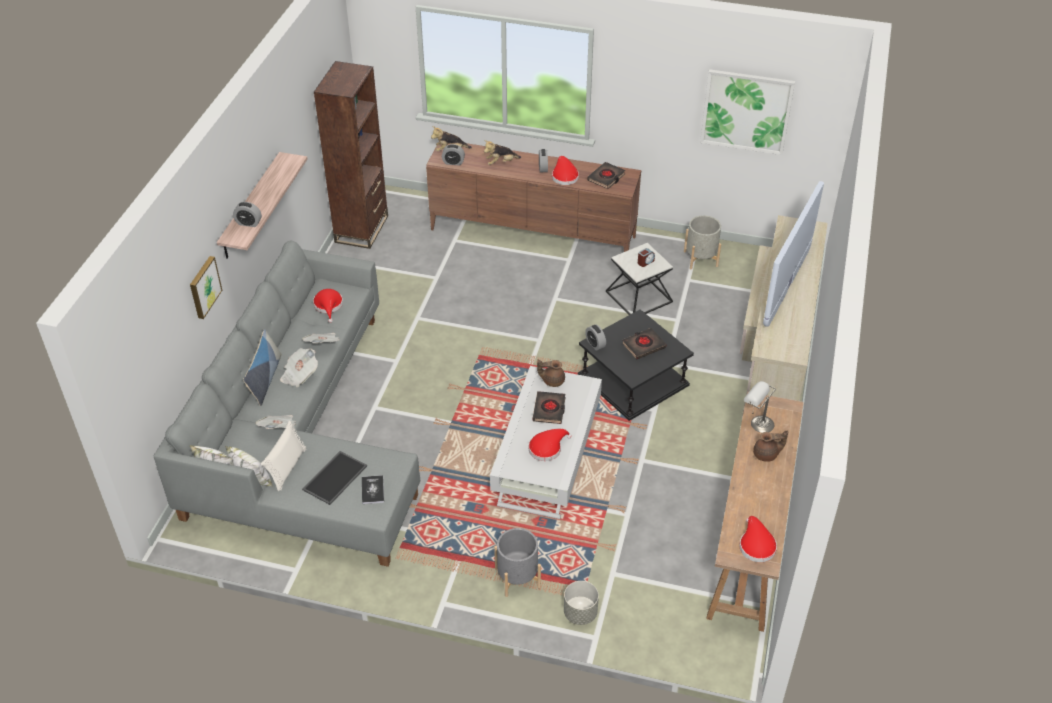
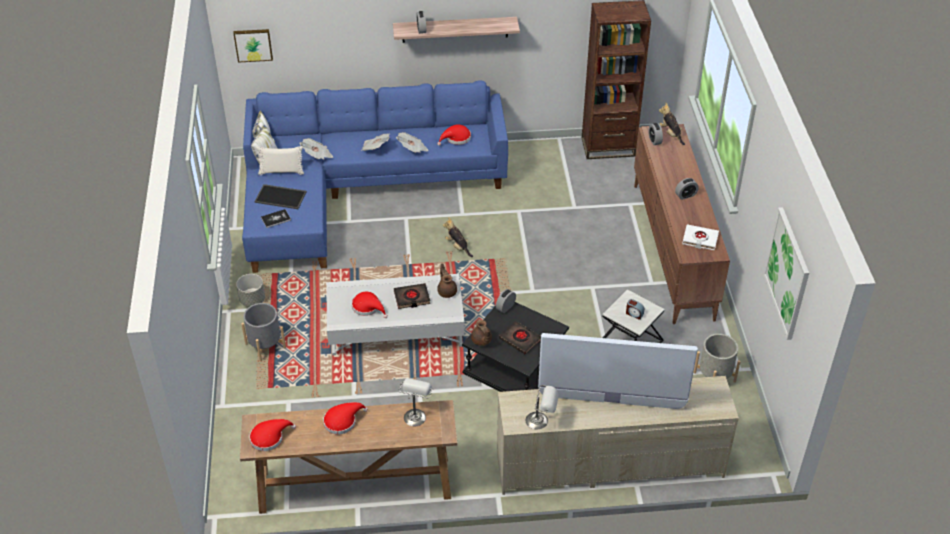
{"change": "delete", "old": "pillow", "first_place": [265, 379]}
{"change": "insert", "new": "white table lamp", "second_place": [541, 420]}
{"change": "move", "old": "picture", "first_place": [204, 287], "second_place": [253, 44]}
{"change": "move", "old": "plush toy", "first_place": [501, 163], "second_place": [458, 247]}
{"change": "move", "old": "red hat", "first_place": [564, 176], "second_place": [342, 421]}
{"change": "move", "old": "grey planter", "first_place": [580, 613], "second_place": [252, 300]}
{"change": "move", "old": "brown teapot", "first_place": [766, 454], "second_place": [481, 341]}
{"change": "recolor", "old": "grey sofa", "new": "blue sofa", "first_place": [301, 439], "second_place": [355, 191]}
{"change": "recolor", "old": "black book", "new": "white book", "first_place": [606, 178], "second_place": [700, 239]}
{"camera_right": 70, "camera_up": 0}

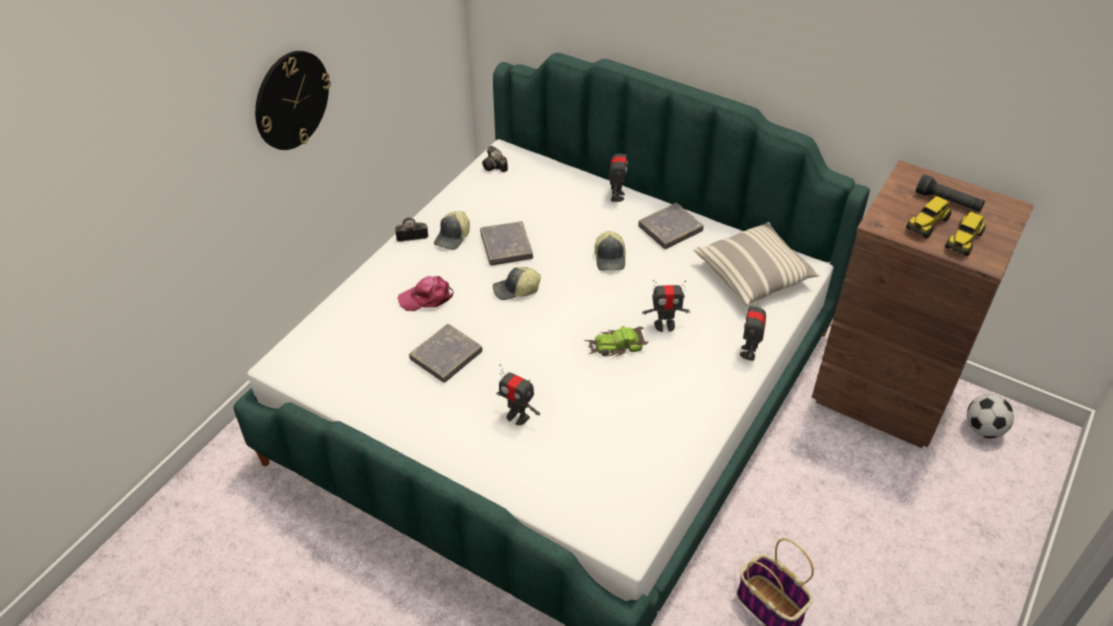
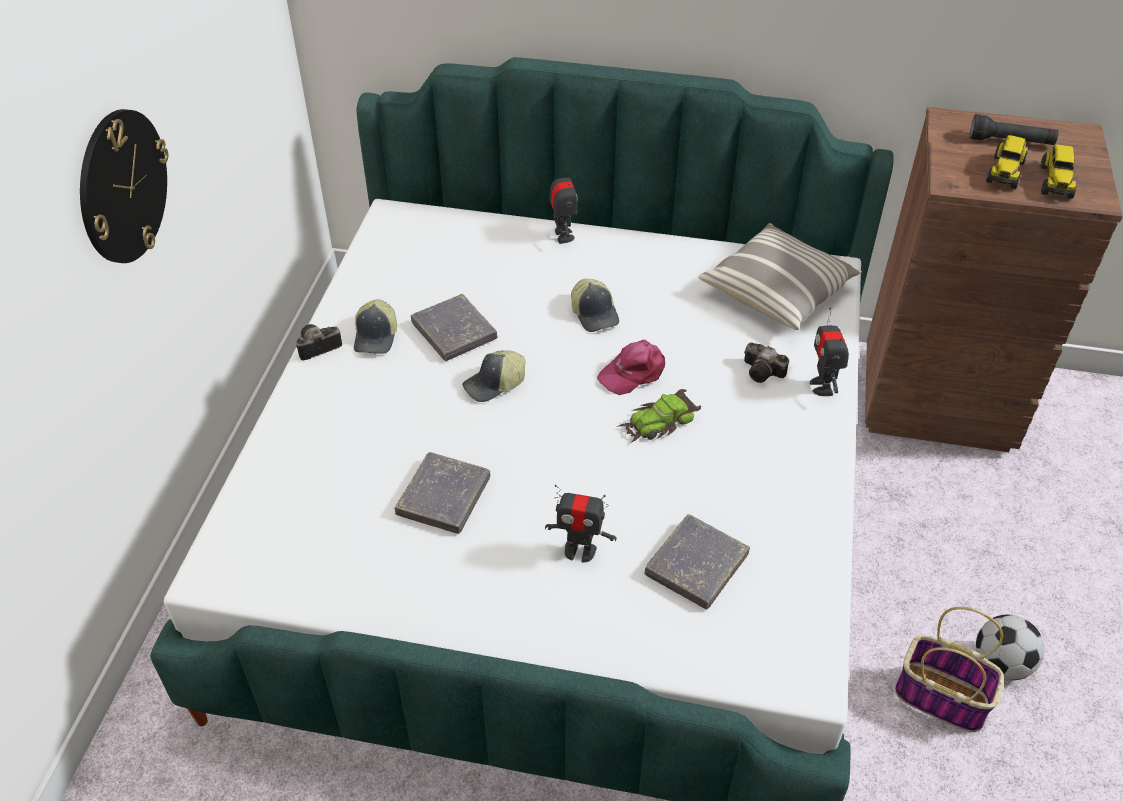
{"change": "delete", "old": "toy robot", "first_place": [664, 325]}
{"change": "move", "old": "pink cap", "first_place": [427, 298], "second_place": [633, 372]}
{"change": "move", "old": "photo camera", "first_place": [495, 166], "second_place": [764, 372]}
{"change": "move", "old": "grey book", "first_place": [670, 229], "second_place": [696, 565]}
{"change": "move", "old": "football", "first_place": [983, 429], "second_place": [1001, 664]}
{"camera_right": -20, "camera_up": 0}

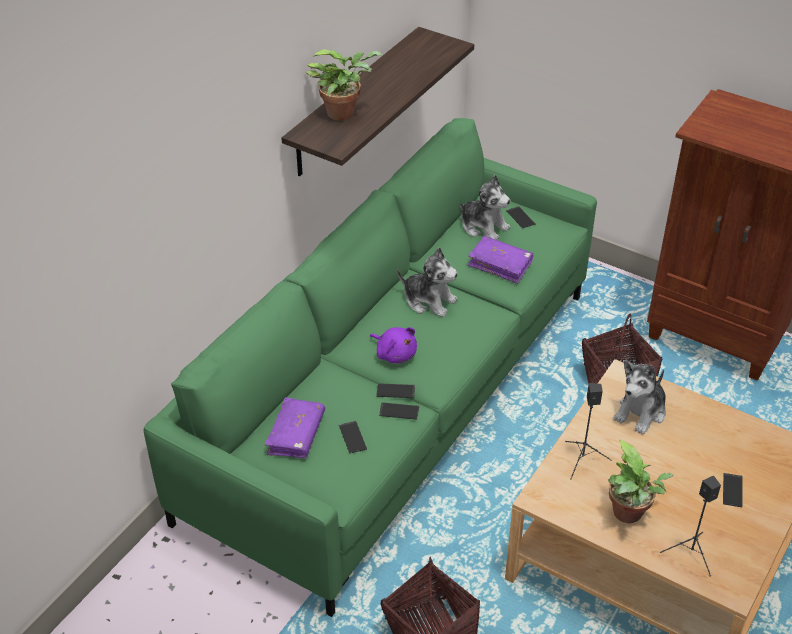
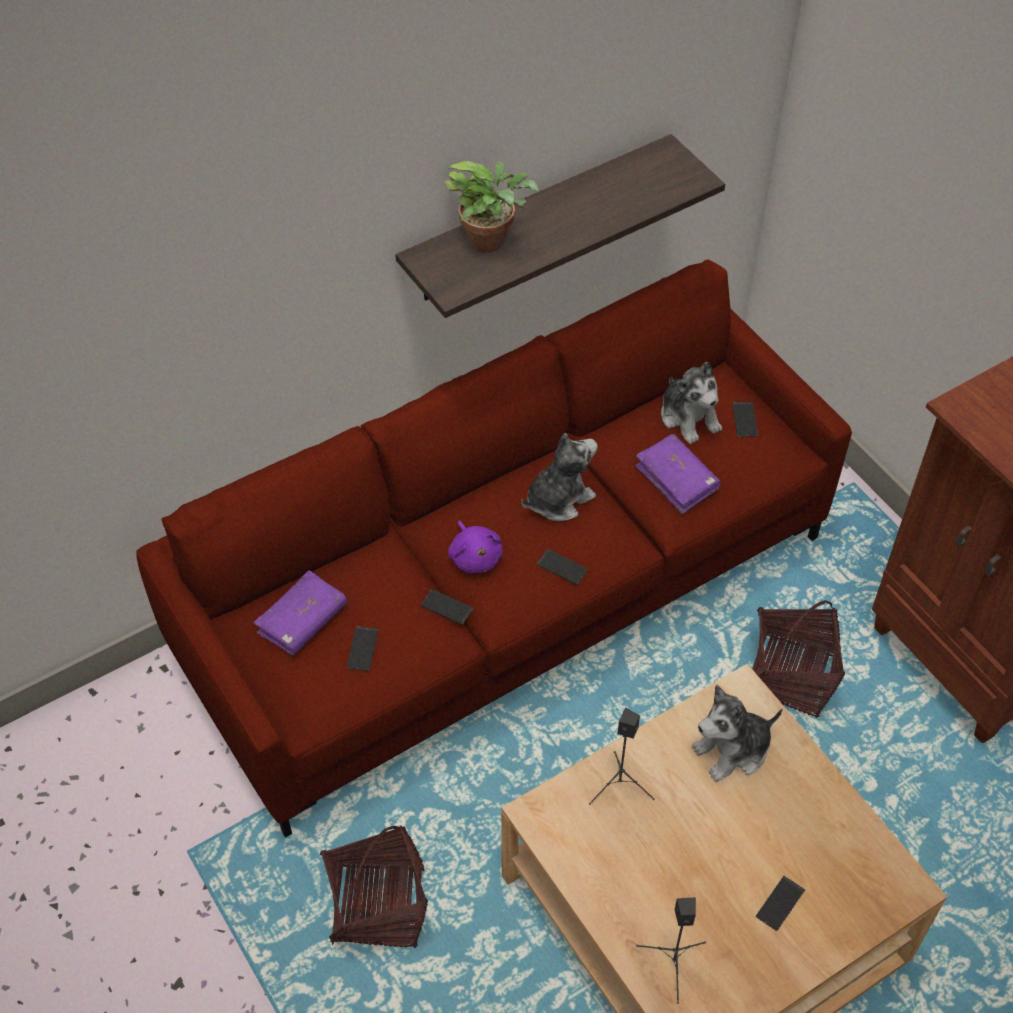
{"change": "delete", "old": "potted plant", "first_place": [629, 515]}
{"change": "move", "old": "phone", "first_place": [399, 411], "second_place": [562, 567]}
{"change": "recolor", "old": "green sofa", "new": "red sofa", "first_place": [395, 402], "second_place": [506, 596]}
{"change": "rotate", "old": "plush toy", "first_place": [429, 301], "second_place": [558, 499], "degrees": -90}
{"camera_right": 25, "camera_up": 10}

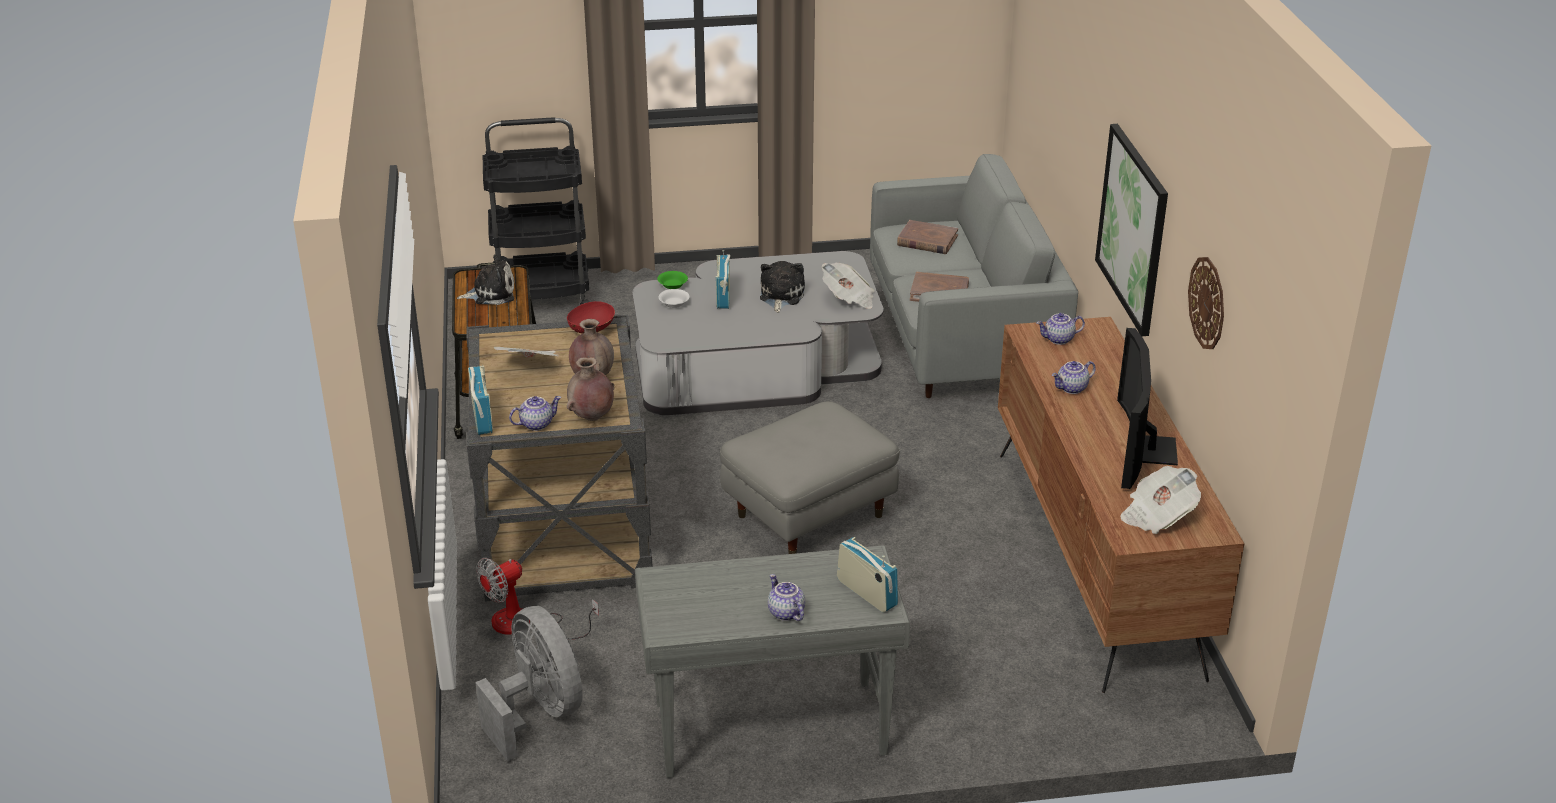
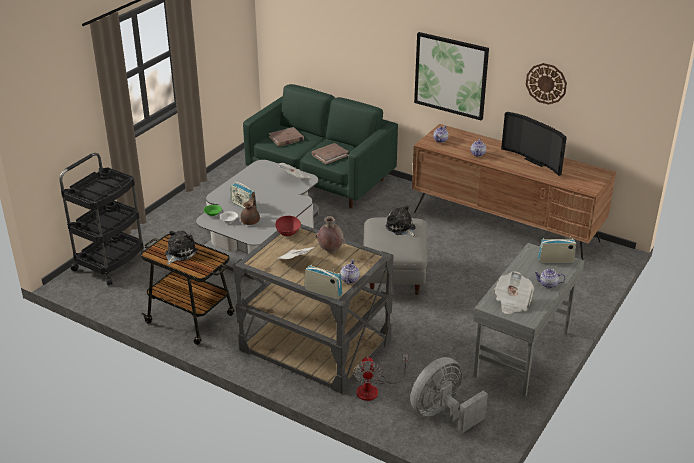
{"change": "delete", "old": "brown vase", "first_place": [591, 417]}
{"change": "insert", "new": "brown teapot", "second_place": [251, 221]}
{"change": "move", "old": "plush toy", "first_place": [780, 296], "second_place": [401, 228]}
{"change": "move", "old": "newspaper", "first_place": [1157, 516], "second_place": [512, 302]}
{"change": "recolor", "old": "grey sofa", "new": "green sofa", "first_place": [961, 337], "second_place": [320, 179]}
{"change": "rotate", "old": "grey fan", "first_place": [539, 712], "second_place": [442, 413], "degrees": -45}
{"camera_right": -50, "camera_up": 0}

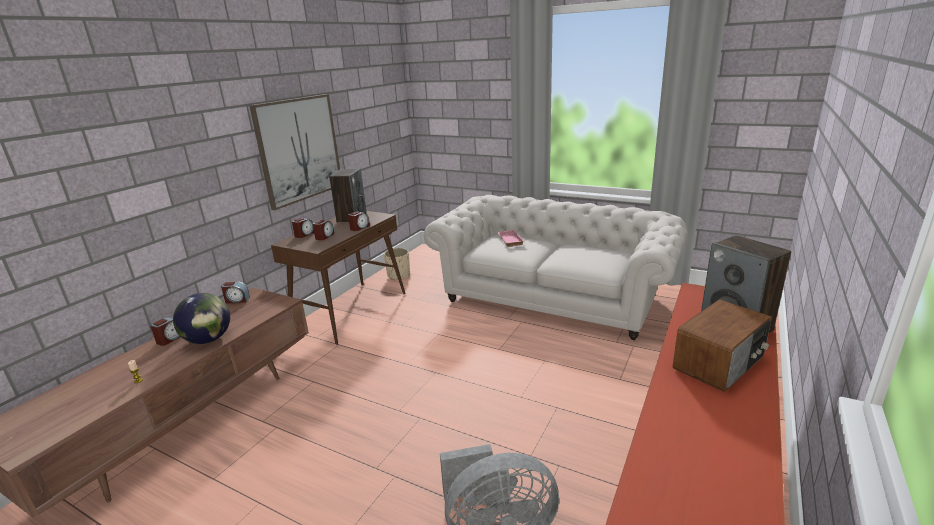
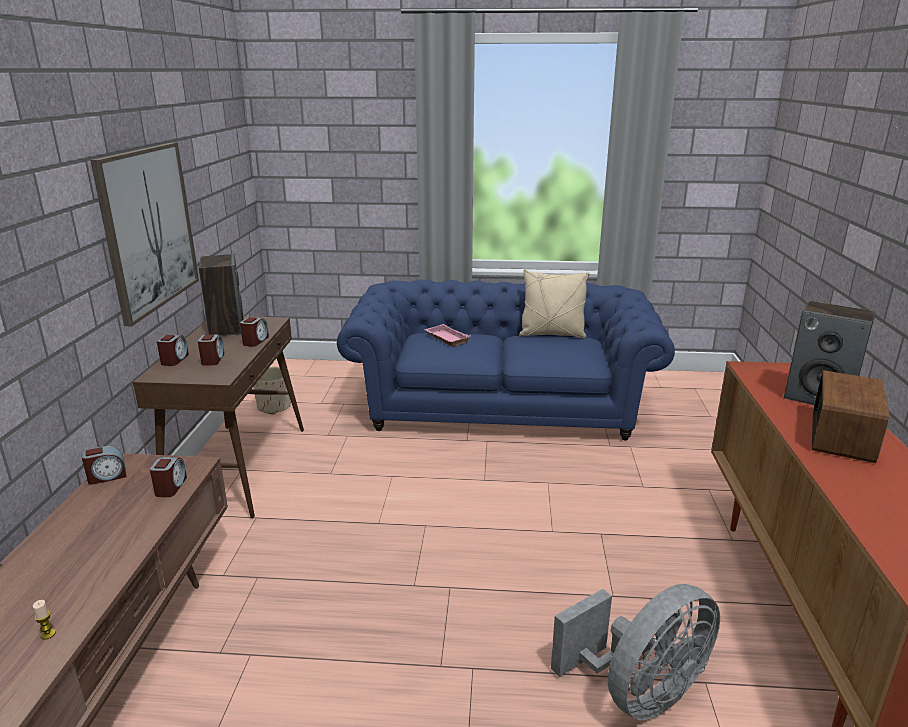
{"change": "delete", "old": "globe", "first_place": [208, 340]}
{"change": "insert", "new": "beige pillow", "second_place": [552, 334]}
{"change": "move", "old": "alarm clock", "first_place": [170, 338], "second_place": [170, 487]}
{"change": "recolor", "old": "white sofa", "new": "blue sofa", "first_place": [553, 296], "second_place": [501, 403]}
{"camera_right": -25, "camera_up": 0}

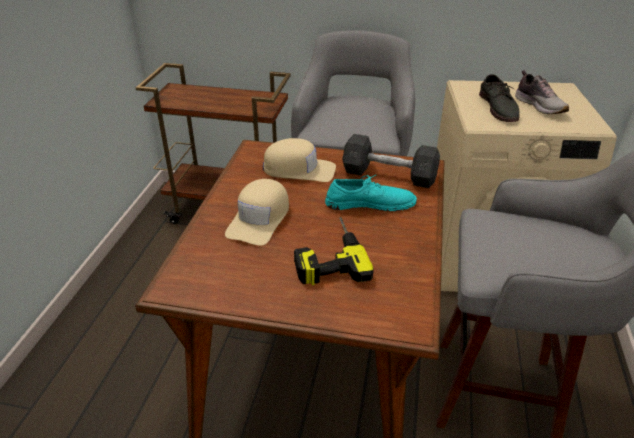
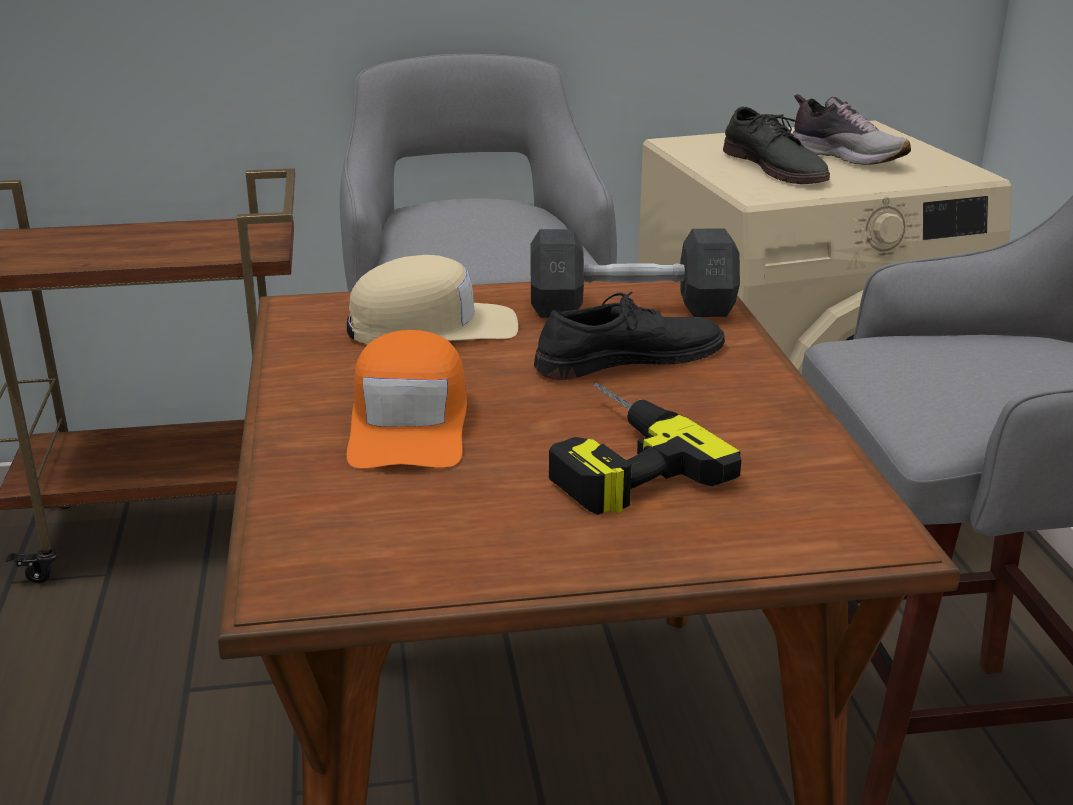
{"change": "recolor", "old": "beige cap", "new": "orange cap", "first_place": [259, 219], "second_place": [410, 423]}
{"change": "recolor", "old": "turquoise shoe", "new": "black shoe", "first_place": [370, 203], "second_place": [629, 357]}
{"camera_right": -20, "camera_up": -10}

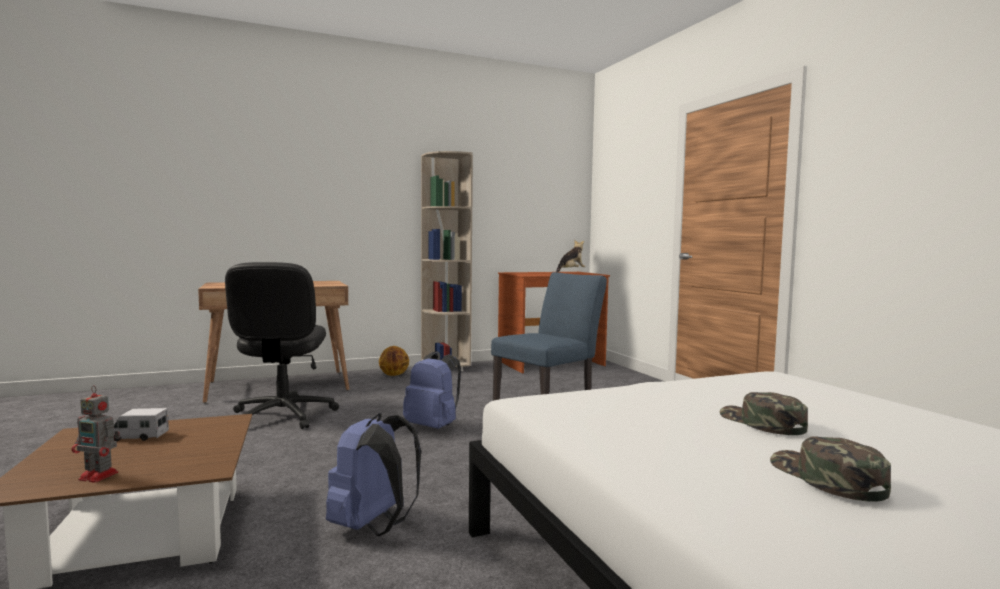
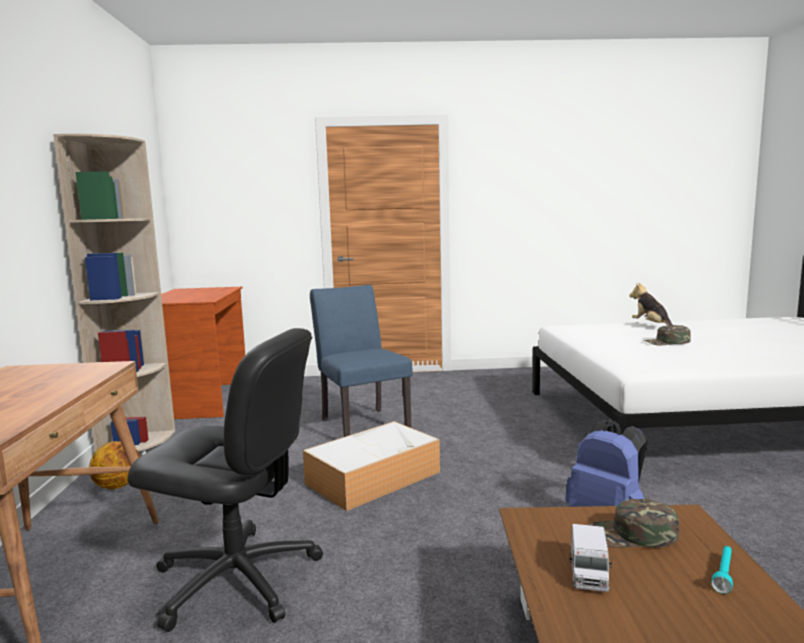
{"change": "move", "old": "plush toy", "first_place": [571, 271], "second_place": [652, 326]}
{"change": "move", "old": "green cap", "first_place": [825, 478], "second_place": [632, 534]}
{"change": "replace", "old": "toy robot", "new": "turquoise flashlight", "first_place": [100, 476], "second_place": [724, 574]}
{"change": "replace", "old": "blue backpack", "new": "storage box", "first_place": [434, 427], "second_place": [374, 477]}
{"camera_right": -70, "camera_up": 5}

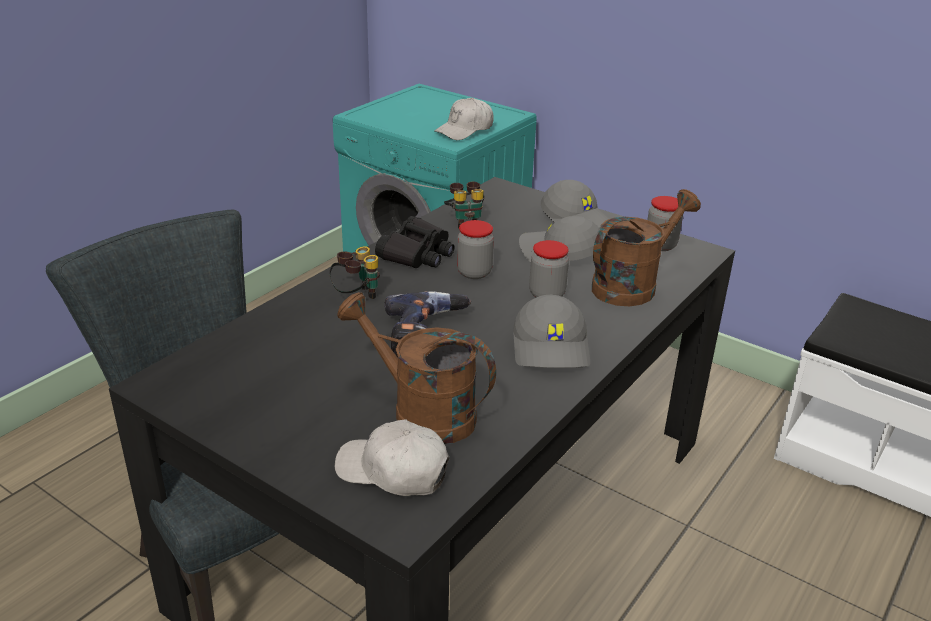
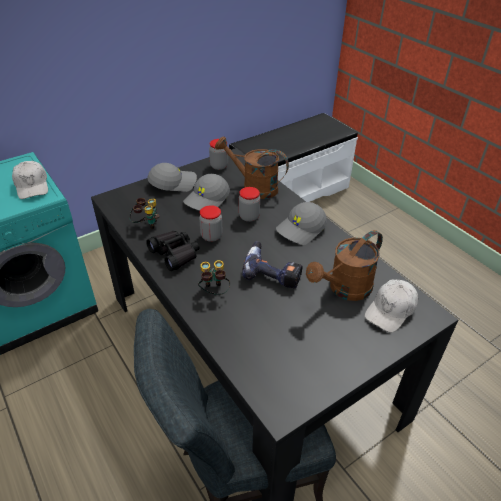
{"change": "rotate", "old": "grey cap", "first_place": [552, 348], "second_place": [301, 229], "degrees": 120}
{"change": "rotate", "old": "brown watering can", "first_place": [632, 285], "second_place": [254, 187], "degrees": -45}
{"camera_right": -70, "camera_up": 10}

